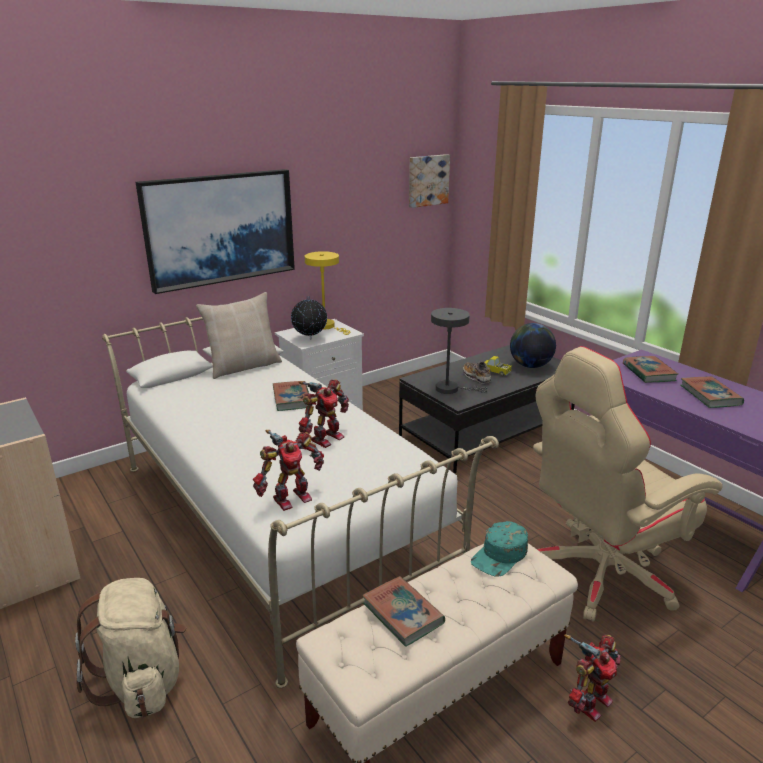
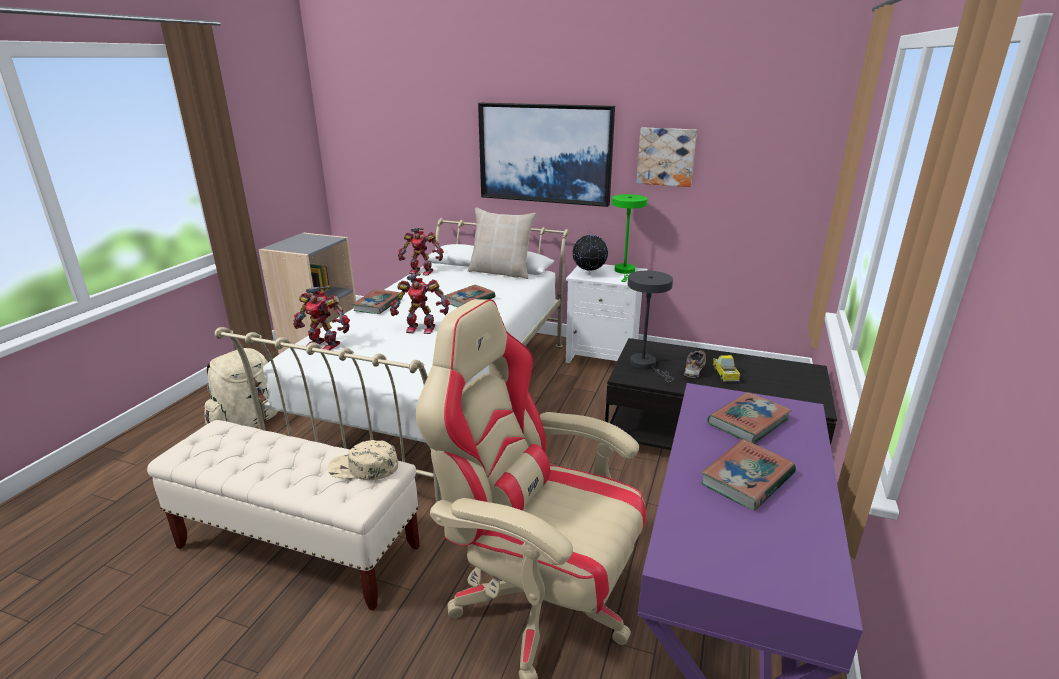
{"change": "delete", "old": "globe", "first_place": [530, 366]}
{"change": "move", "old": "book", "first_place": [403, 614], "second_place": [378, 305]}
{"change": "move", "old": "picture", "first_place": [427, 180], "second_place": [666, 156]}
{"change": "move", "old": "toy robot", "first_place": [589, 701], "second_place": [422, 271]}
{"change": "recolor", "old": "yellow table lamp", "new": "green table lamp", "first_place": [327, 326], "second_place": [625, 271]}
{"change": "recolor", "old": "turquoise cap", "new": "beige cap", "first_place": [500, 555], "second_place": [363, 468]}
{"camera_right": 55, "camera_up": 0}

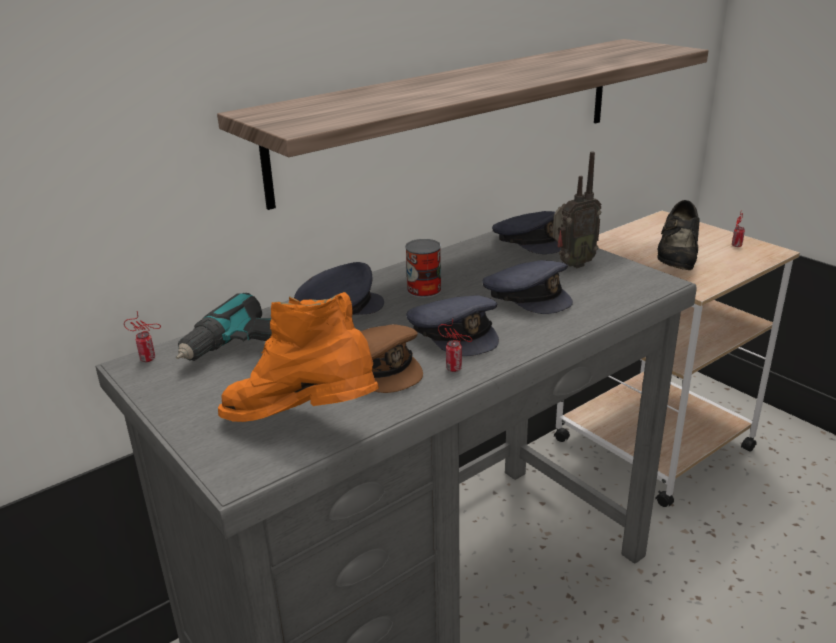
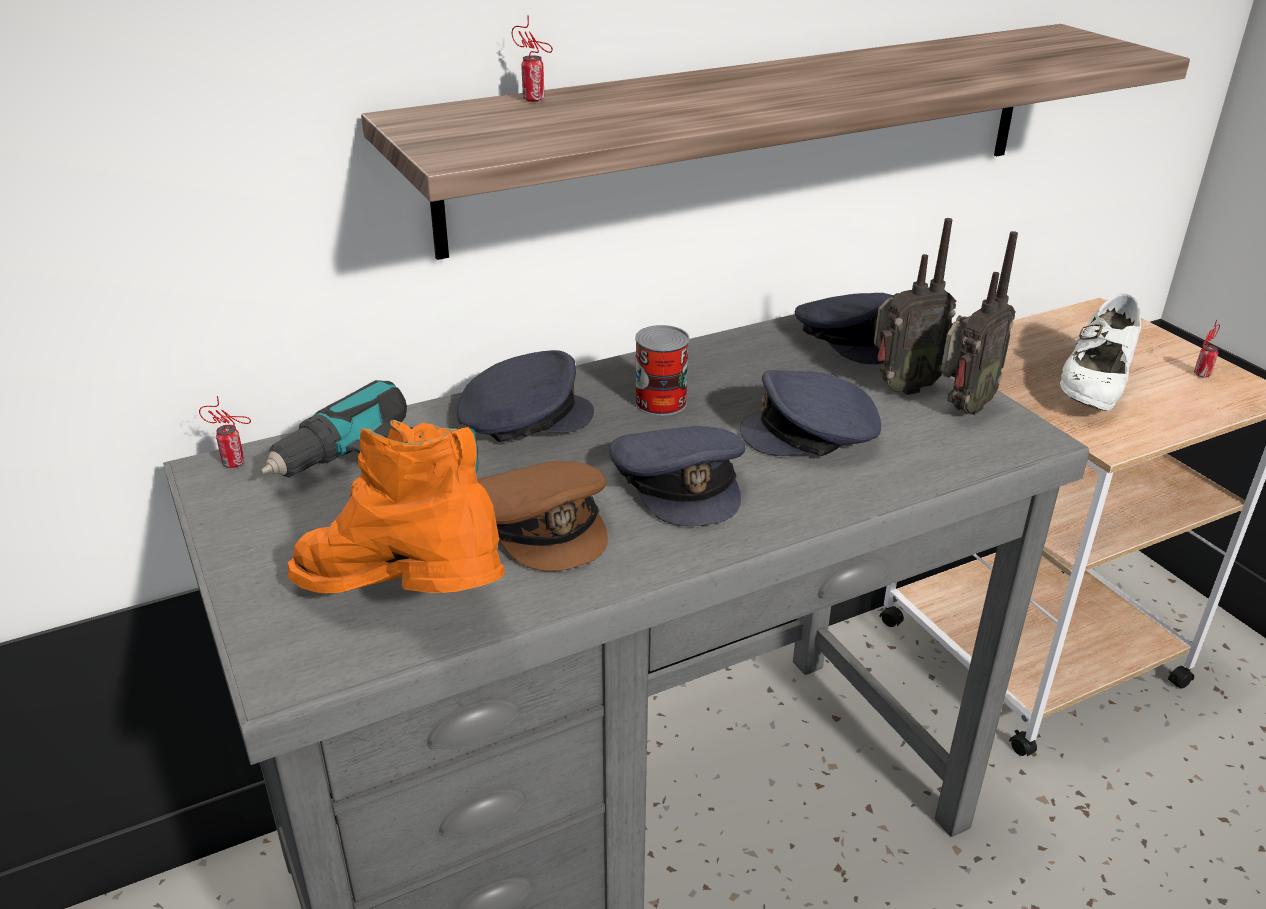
{"change": "insert", "new": "radio", "second_place": [962, 408]}
{"change": "move", "old": "can", "first_place": [456, 369], "second_place": [536, 100]}
{"change": "recolor", "old": "black shoe", "new": "white shoe", "first_place": [676, 260], "second_place": [1093, 389]}
{"change": "rotate", "old": "grey cap", "first_place": [528, 296], "second_place": [813, 434], "degrees": 120}
{"camera_right": 10, "camera_up": 5}

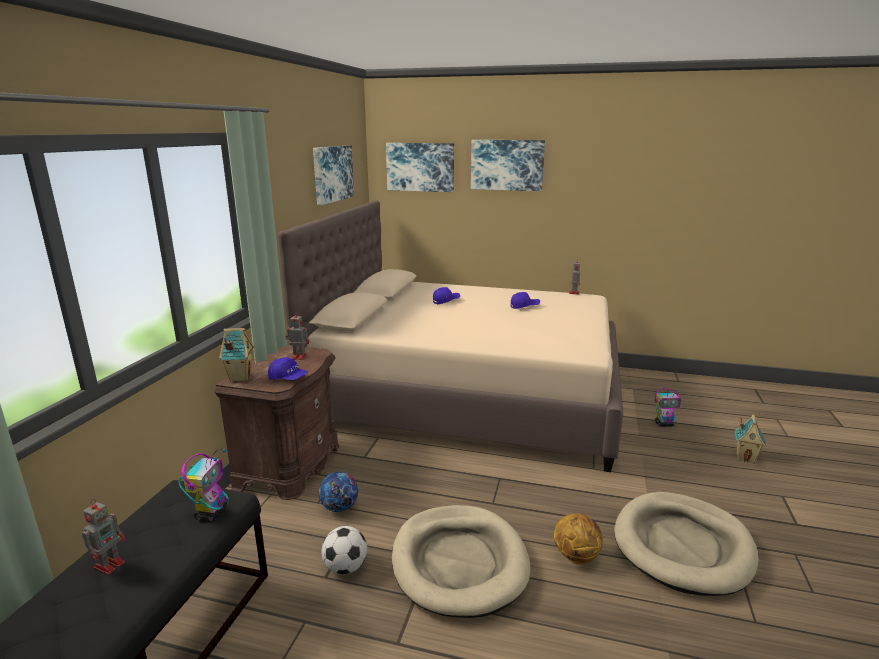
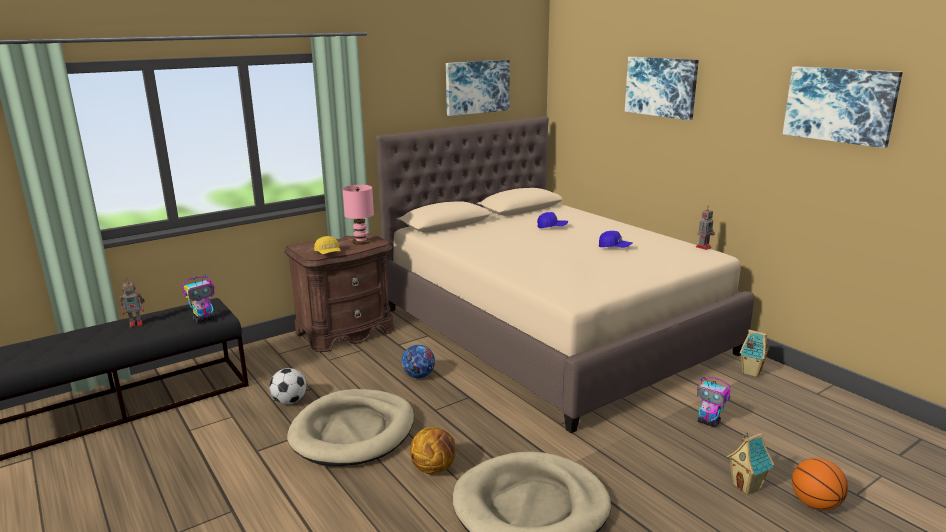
{"change": "insert", "new": "basketball", "second_place": [815, 504]}
{"change": "move", "old": "toy house", "first_place": [240, 377], "second_place": [750, 372]}
{"change": "move", "old": "football", "first_place": [339, 507], "second_place": [418, 376]}
{"change": "move", "old": "picture", "first_place": [420, 167], "second_place": [840, 105]}
{"change": "replace", "old": "toy robot", "new": "pink table lamp", "first_place": [298, 357], "second_place": [360, 242]}
{"change": "recolor", "old": "blue cap", "new": "yellow cap", "first_place": [288, 378], "second_place": [328, 253]}
{"camera_right": 40, "camera_up": 0}

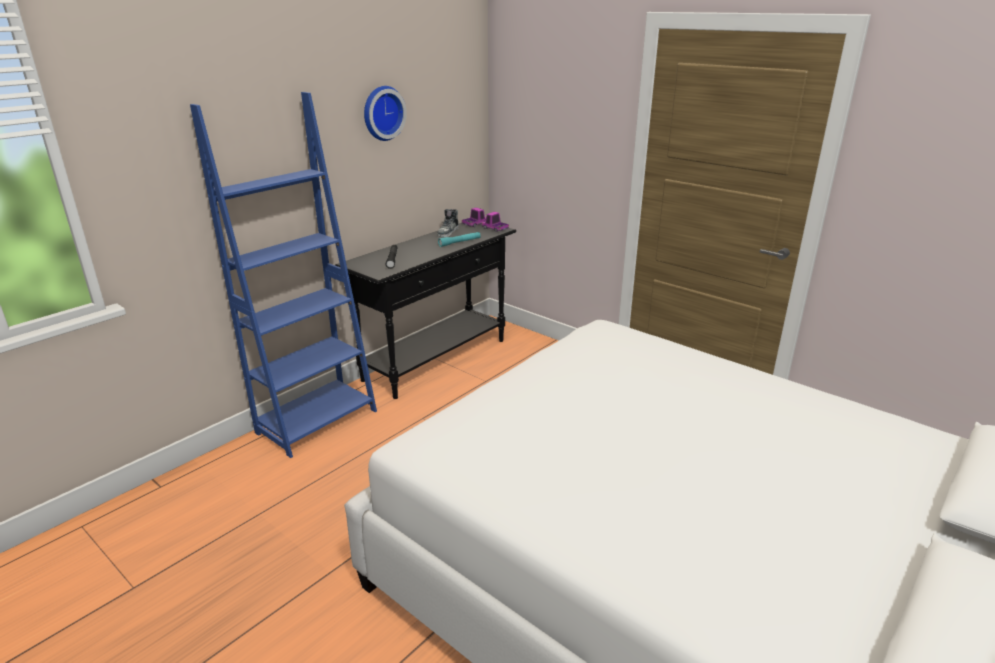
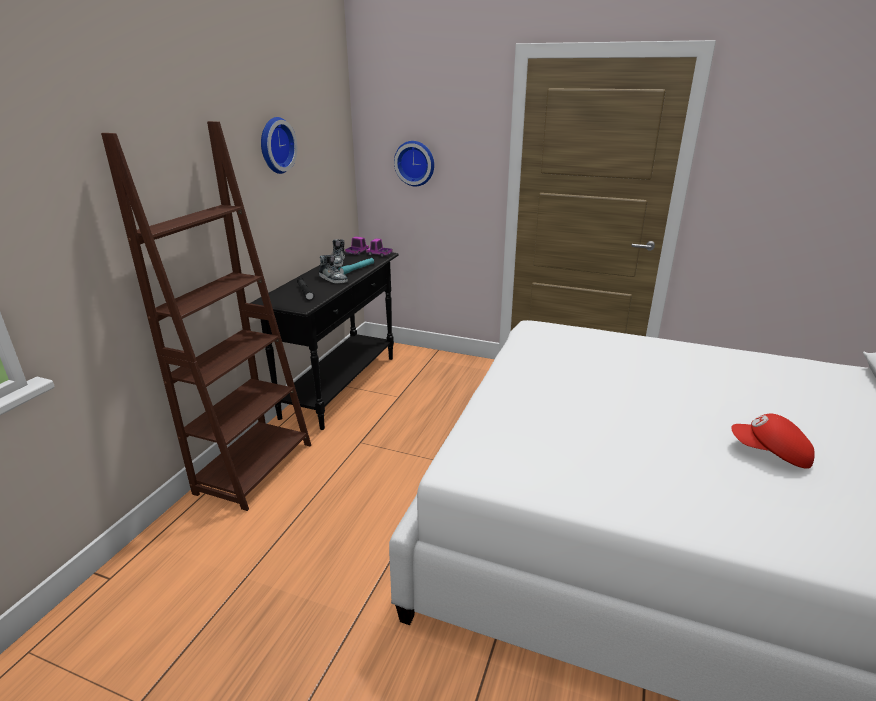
{"change": "insert", "new": "shoe", "second_place": [333, 279]}
{"change": "insert", "new": "wall clock", "second_place": [415, 163]}
{"change": "insert", "new": "red cap", "second_place": [770, 454]}
{"change": "recolor", "old": "blue bookcase", "new": "brown bookcase", "first_place": [317, 421], "second_place": [254, 468]}
{"camera_right": -20, "camera_up": 0}

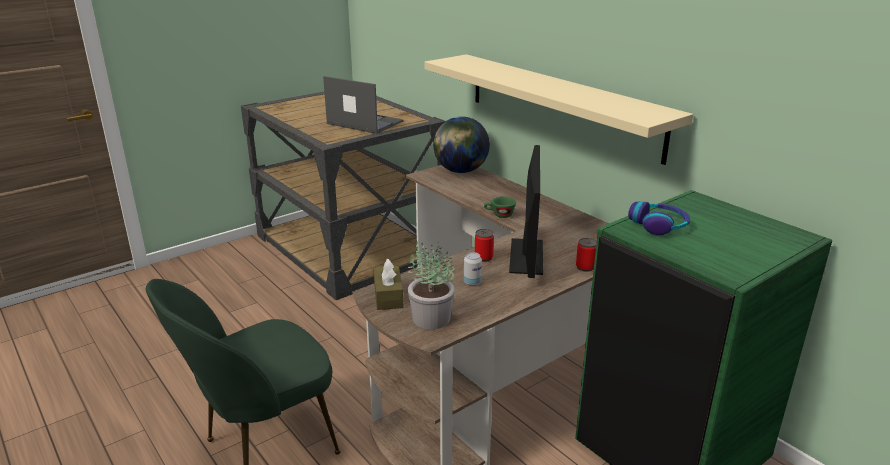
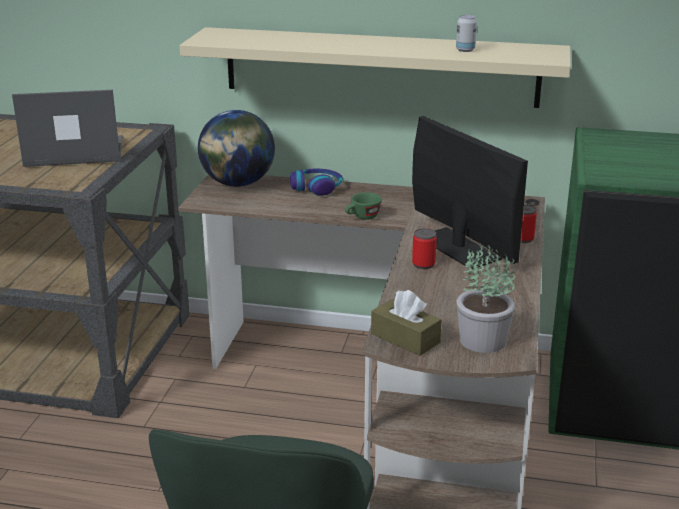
{"change": "move", "old": "can", "first_place": [472, 282], "second_place": [465, 50]}
{"change": "move", "old": "headphones", "first_place": [659, 225], "second_place": [317, 188]}
{"camera_right": -40, "camera_up": 0}

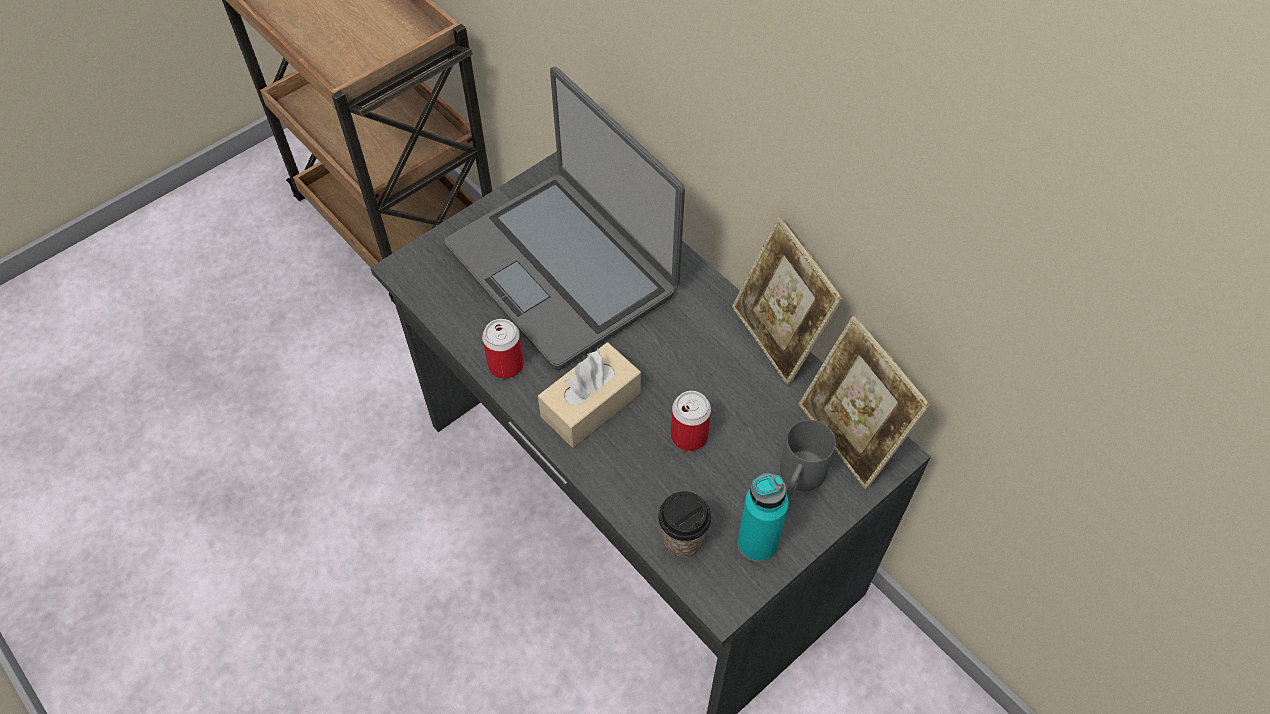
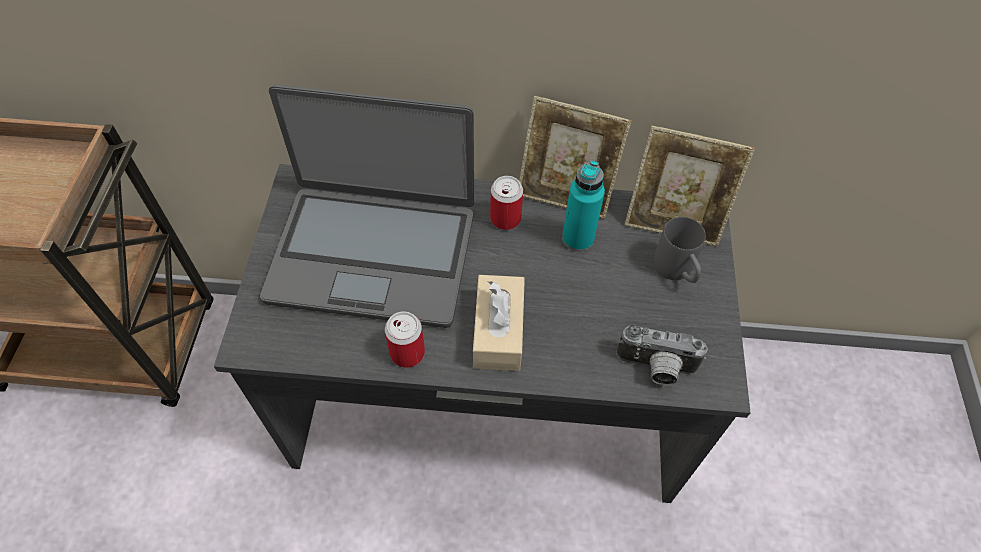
{"change": "move", "old": "can", "first_place": [689, 436], "second_place": [505, 219]}
{"change": "move", "old": "turquoise bottle", "first_place": [757, 543], "second_place": [577, 239]}
{"change": "replace", "old": "cup", "new": "photo camera", "first_place": [682, 539], "second_place": [655, 369]}
{"camera_right": -45, "camera_up": 0}

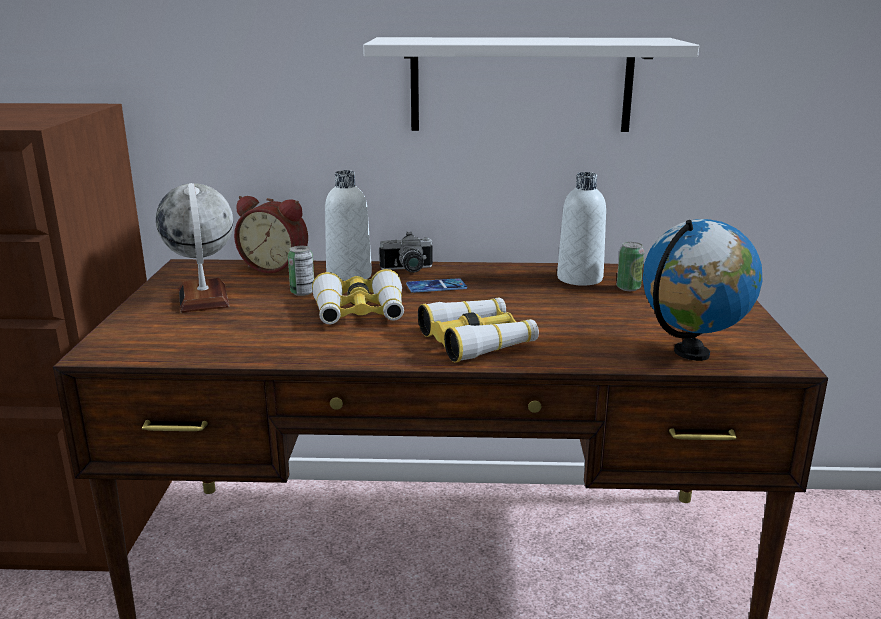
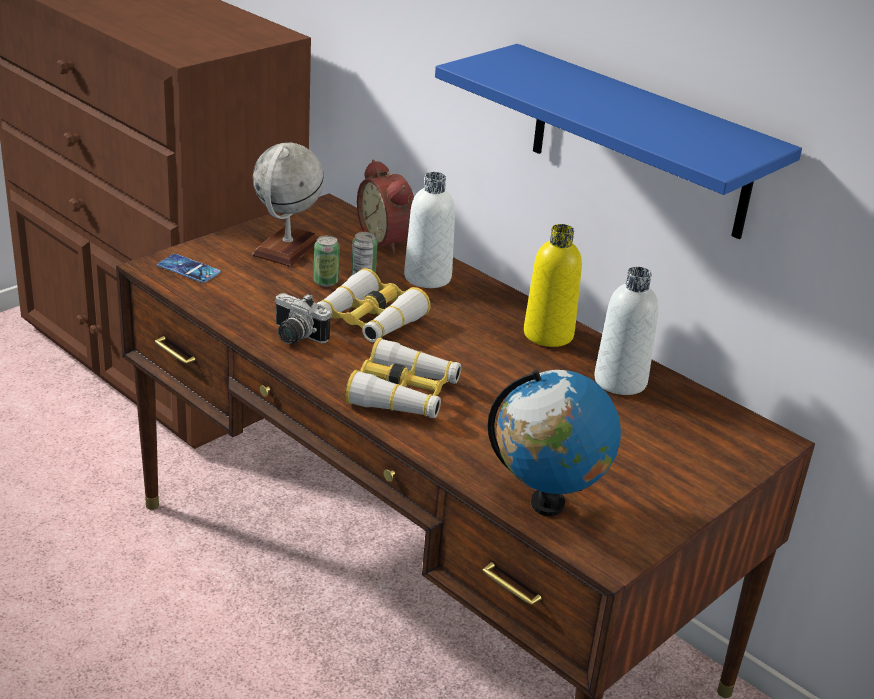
{"change": "insert", "new": "yellow bottle", "second_place": [548, 334]}
{"change": "move", "old": "photo camera", "first_place": [408, 270], "second_place": [294, 337]}
{"change": "move", "old": "phone", "first_place": [436, 286], "second_place": [189, 269]}
{"change": "move", "old": "can", "first_place": [628, 288], "second_place": [325, 282]}
{"change": "recolor", "old": "white shelf", "new": "blue shelf", "first_place": [521, 85], "second_place": [640, 142]}
{"camera_right": 40, "camera_up": 10}

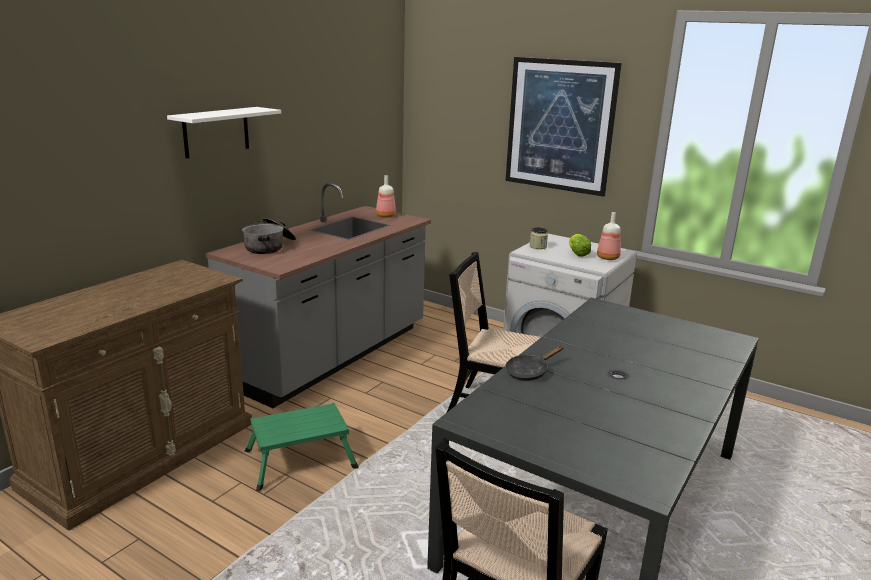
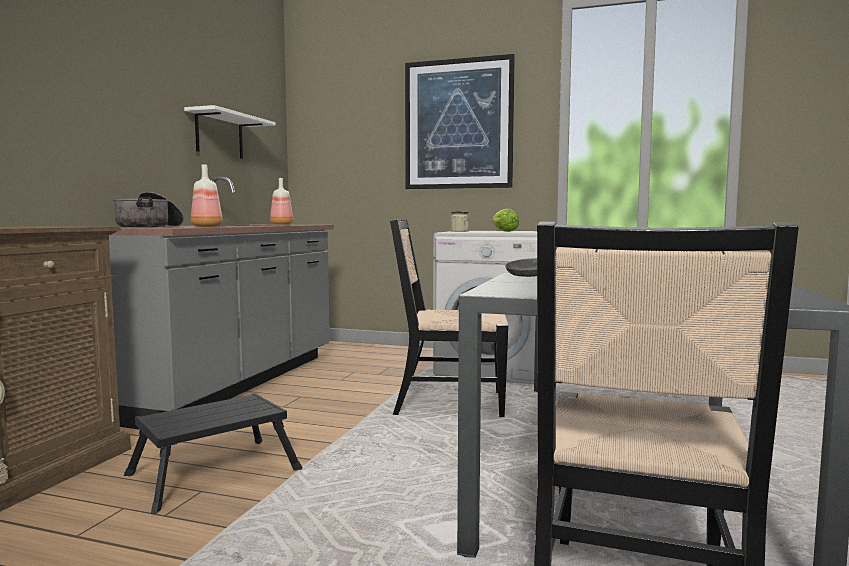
{"change": "move", "old": "white shelf", "first_place": [216, 132], "second_place": [219, 135]}
{"change": "move", "old": "bottle", "first_place": [607, 257], "second_place": [207, 226]}
{"change": "recolor", "old": "green step ladder", "new": "black step ladder", "first_place": [300, 459], "second_place": [213, 472]}
{"camera_right": -15, "camera_up": -15}

